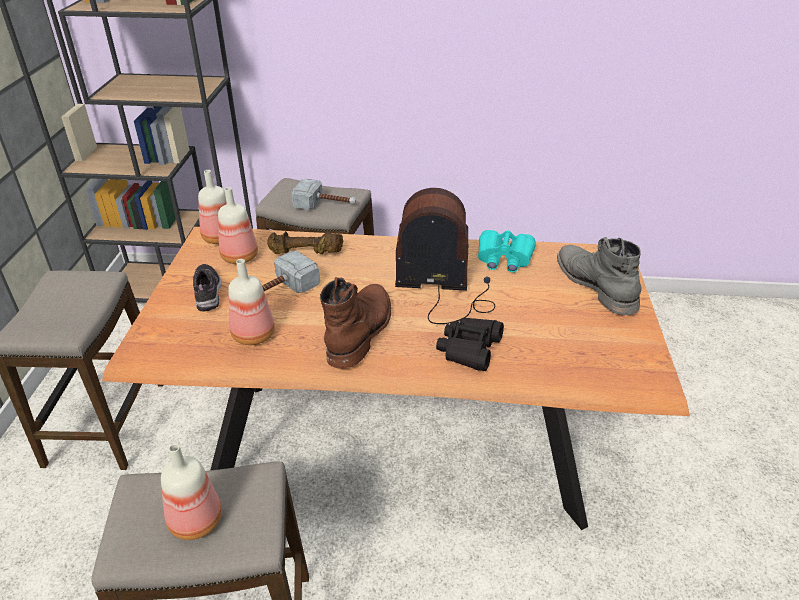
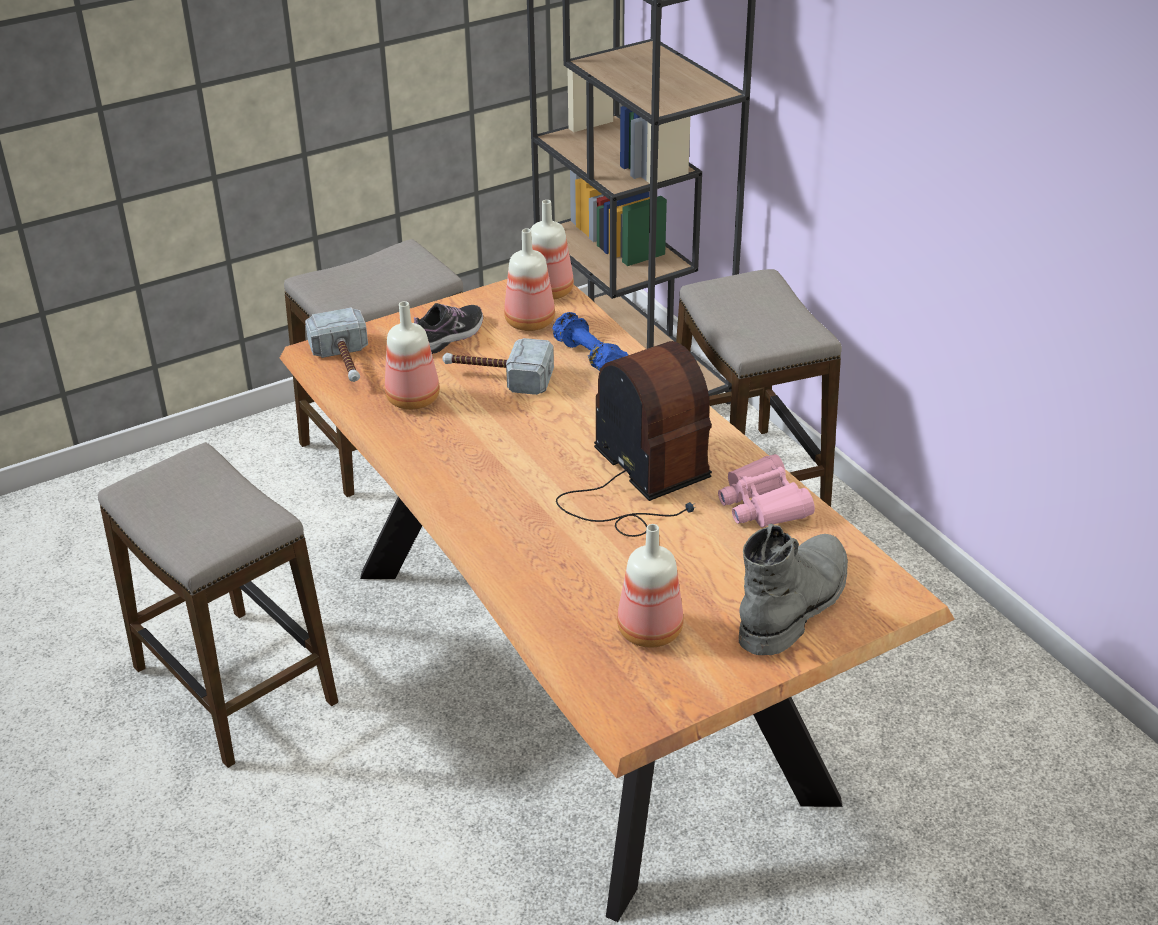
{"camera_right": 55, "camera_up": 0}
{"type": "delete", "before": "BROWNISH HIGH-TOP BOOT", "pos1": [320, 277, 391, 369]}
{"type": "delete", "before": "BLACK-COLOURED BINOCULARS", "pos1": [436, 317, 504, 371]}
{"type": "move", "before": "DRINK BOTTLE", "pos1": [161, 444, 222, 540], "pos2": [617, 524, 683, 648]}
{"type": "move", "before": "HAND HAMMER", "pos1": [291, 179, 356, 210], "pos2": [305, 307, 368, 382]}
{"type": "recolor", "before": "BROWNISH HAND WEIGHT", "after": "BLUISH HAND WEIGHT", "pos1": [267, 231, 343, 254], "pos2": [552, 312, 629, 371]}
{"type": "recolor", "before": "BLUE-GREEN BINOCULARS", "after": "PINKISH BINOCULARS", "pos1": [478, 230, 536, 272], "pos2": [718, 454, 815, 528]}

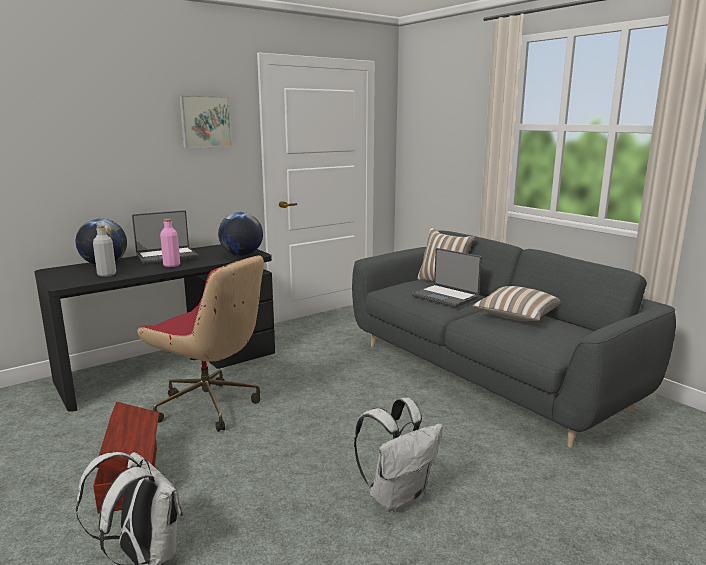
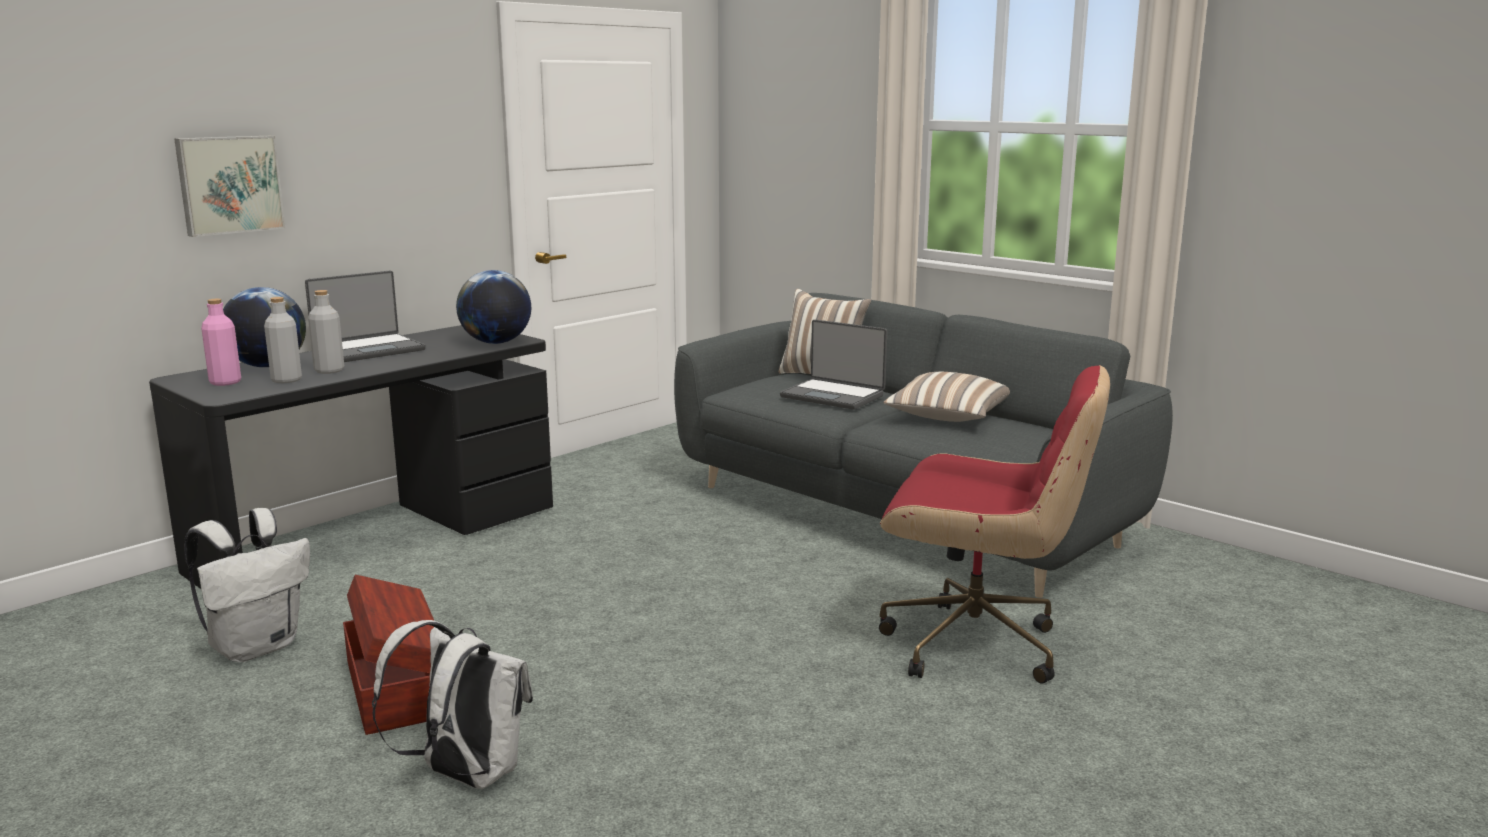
{"camera_right": -10, "camera_up": 0}
{"type": "insert", "after": "GREYISH DRINK BOTTLE", "pos2": [308, 290, 344, 374]}
{"type": "move", "before": "RED-COLOURED COMPUTER CHAIR", "pos1": [137, 255, 264, 432], "pos2": [879, 365, 1110, 684]}
{"type": "move", "before": "PINKISH DRINK BOTTLE", "pos1": [160, 219, 180, 267], "pos2": [201, 299, 241, 386]}
{"type": "move", "before": "PICTURE", "pos1": [179, 95, 232, 148], "pos2": [174, 136, 286, 237]}
{"type": "move", "before": "WHITE BACKPACK", "pos1": [354, 398, 443, 513], "pos2": [184, 508, 310, 662]}

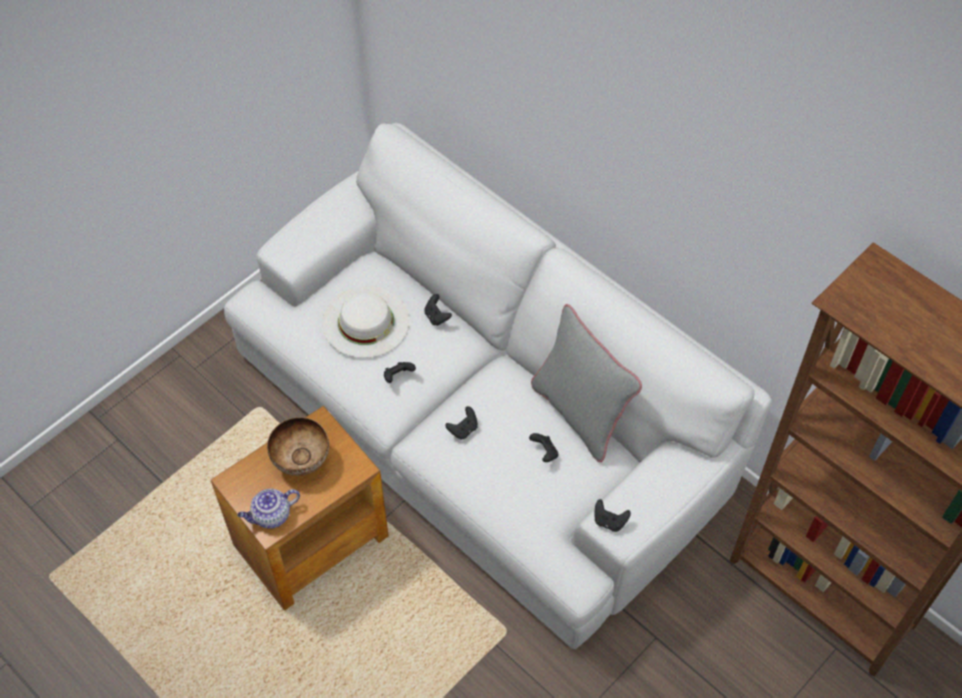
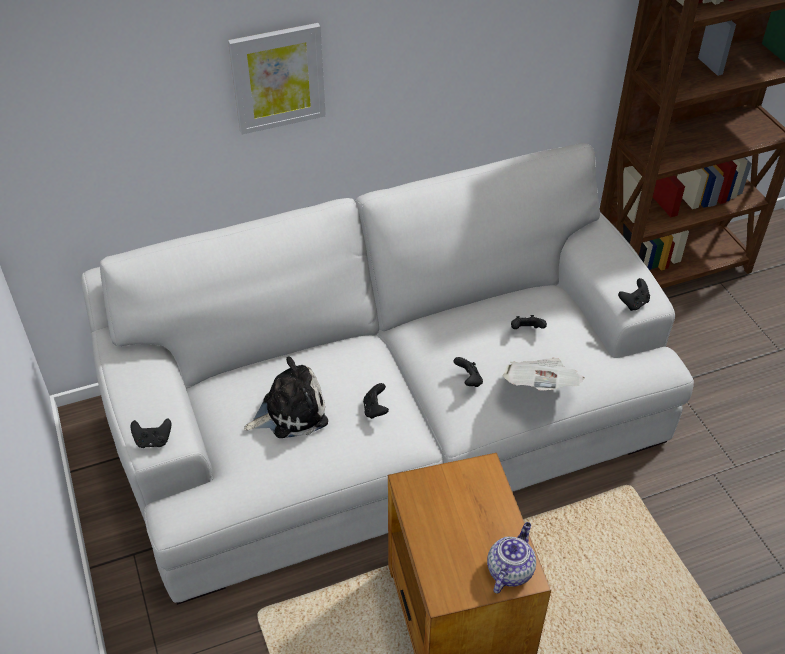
{"camera_right": -65, "camera_up": -10}
{"type": "delete", "before": "DEEP DISH", "pos1": [267, 417, 329, 476]}
{"type": "delete", "before": "GREYISH CUSHION", "pos1": [531, 304, 642, 462]}
{"type": "insert", "after": "PICTURE", "pos2": [228, 23, 326, 134]}
{"type": "insert", "after": "PRINTED PAPER", "pos2": [503, 358, 585, 390]}
{"type": "move", "before": "BLACK-COLOURED JOYPAD", "pos1": [424, 294, 452, 326], "pos2": [130, 418, 171, 448]}
{"type": "replace", "before": "WHITE WEARABLE HAT", "after": "PLUSH TOY", "pos1": [322, 286, 410, 358], "pos2": [244, 356, 328, 438]}
{"type": "rotate", "before": "TEA POT", "pos1": [237, 489, 300, 529], "pos2": [487, 522, 536, 593], "turn": -150}

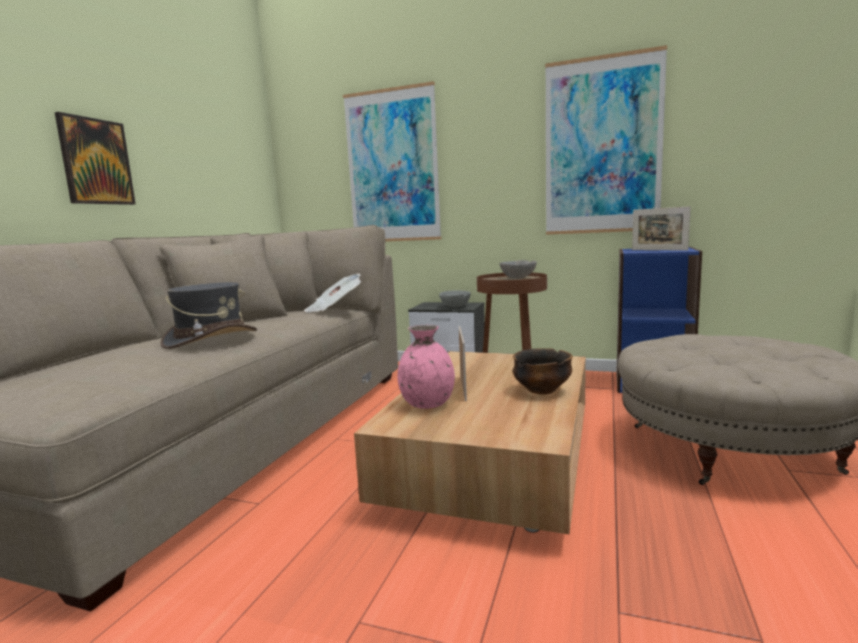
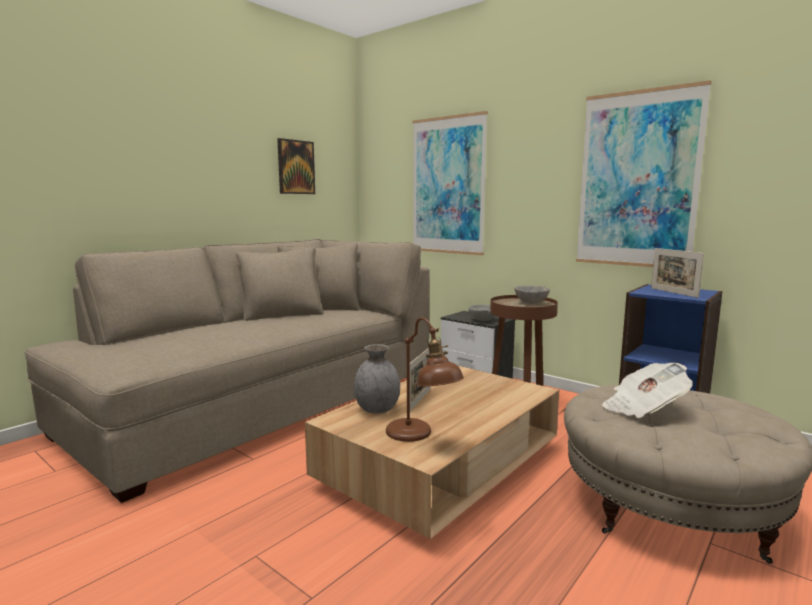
{"camera_right": 20, "camera_up": 0}
{"type": "delete", "before": "GREYISH WEARABLE HAT", "pos1": [160, 282, 257, 349]}
{"type": "delete", "before": "DEEP DISH", "pos1": [512, 348, 573, 395]}
{"type": "insert", "after": "BROWNISH TABLETOP LAMP", "pos2": [386, 317, 464, 442]}
{"type": "move", "before": "PICTURE", "pos1": [55, 112, 136, 205], "pos2": [277, 138, 315, 194]}
{"type": "move", "before": "PRINTED PAPER", "pos1": [304, 274, 361, 312], "pos2": [602, 363, 693, 418]}
{"type": "recolor", "before": "PINKISH FLOWER VASE", "after": "GREYISH FLOWER VASE", "pos1": [398, 325, 455, 409], "pos2": [354, 344, 400, 413]}

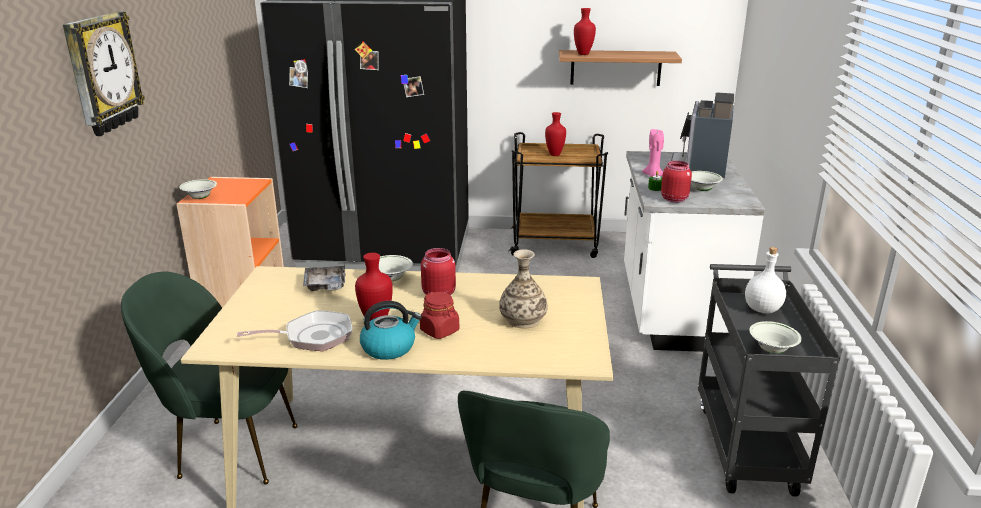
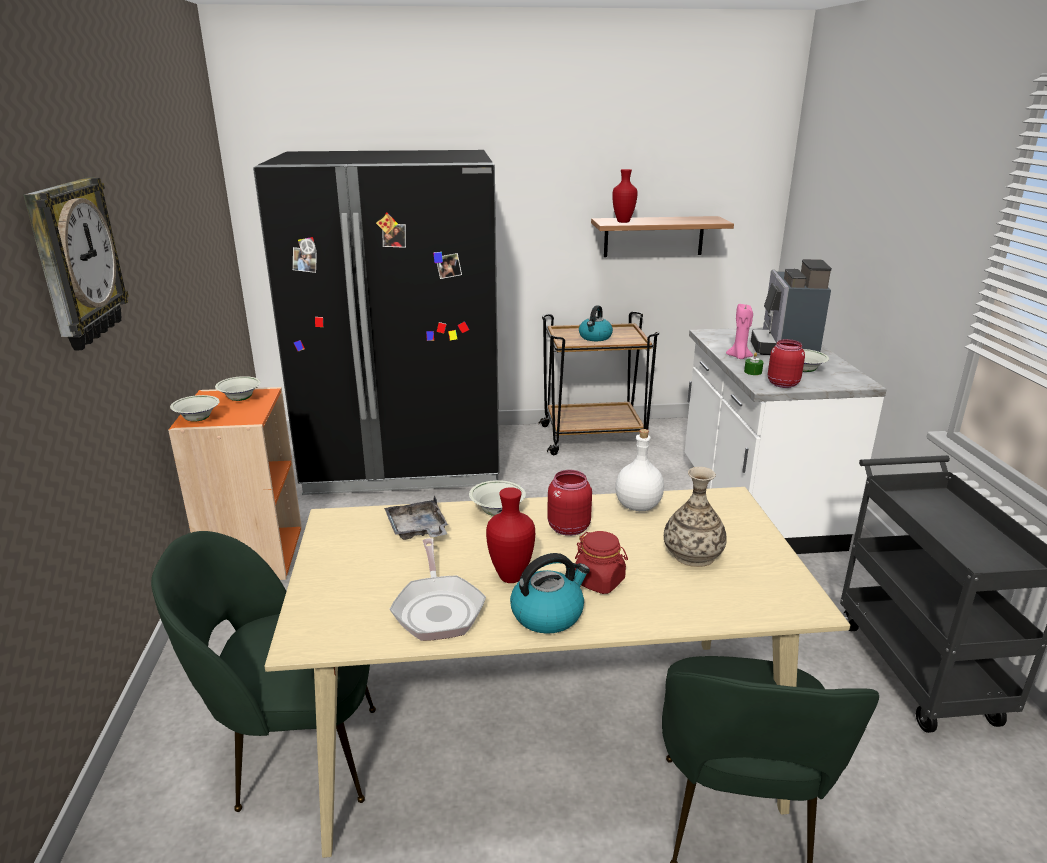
{"camera_right": -10, "camera_up": 0}
{"type": "move", "before": "WHITE DRINK BOTTLE", "pos1": [745, 247, 786, 313], "pos2": [615, 429, 664, 511]}
{"type": "move", "before": "WHITE DEEP DISH", "pos1": [749, 321, 802, 354], "pos2": [215, 376, 261, 401]}
{"type": "replace", "before": "RED-COLOURED FLOWER VASE", "after": "KETTLE", "pos1": [545, 112, 566, 156], "pos2": [579, 305, 613, 341]}
{"type": "rotate", "before": "PAN", "pos1": [237, 310, 352, 351], "pos2": [389, 538, 486, 641], "turn": 105}

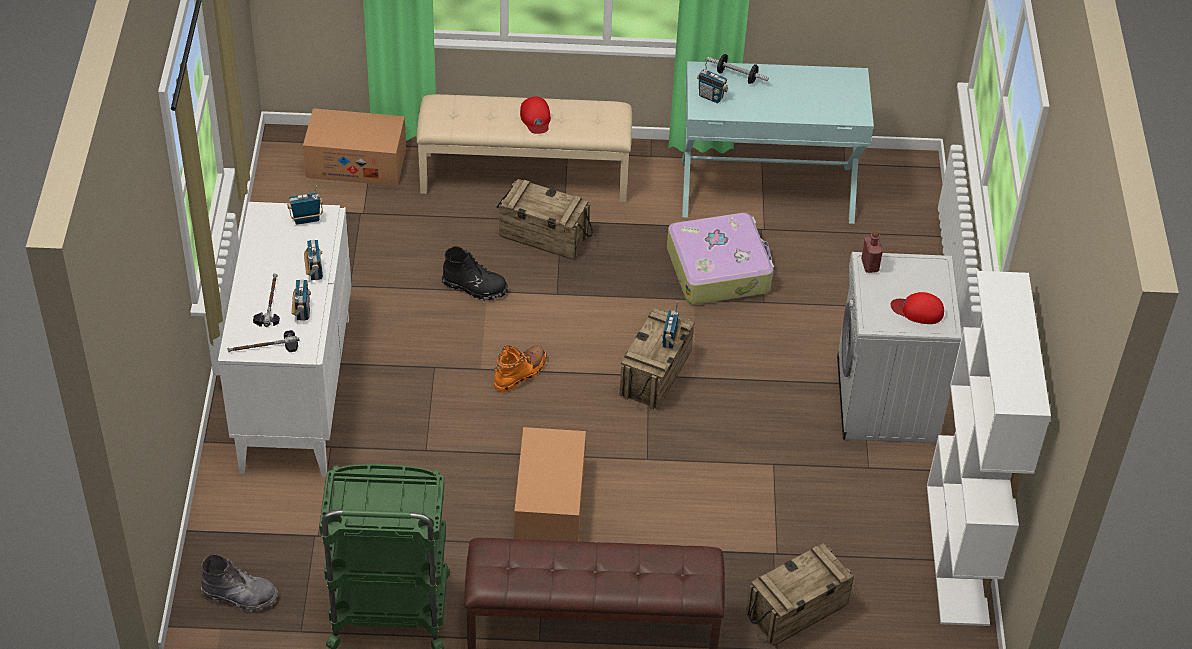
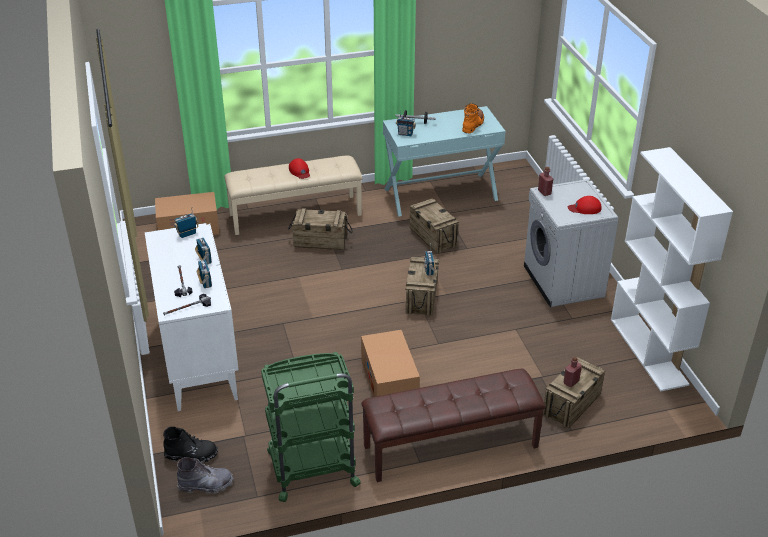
{"camera_right": -15, "camera_up": -10}
{"type": "insert", "after": "RED-COLOURED DRINK BOTTLE", "pos2": [564, 357, 582, 387]}
{"type": "move", "before": "BLACK-COLOURED HIGH-TOP BOOT", "pos1": [442, 246, 508, 301], "pos2": [163, 426, 218, 463]}
{"type": "move", "before": "ORANGE HIGH-TOP BOOT", "pos1": [494, 345, 547, 392], "pos2": [462, 103, 484, 133]}
{"type": "replace", "before": "SUITCASE", "after": "CRATE", "pos1": [667, 213, 774, 305], "pos2": [410, 198, 459, 253]}

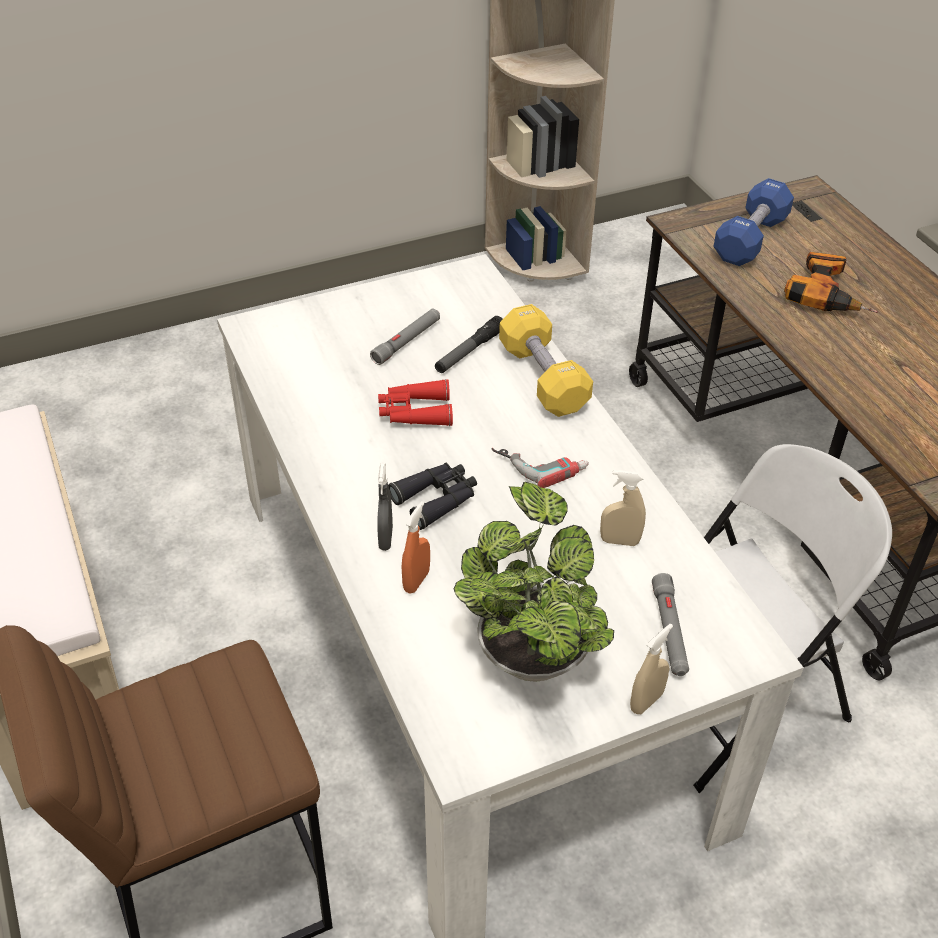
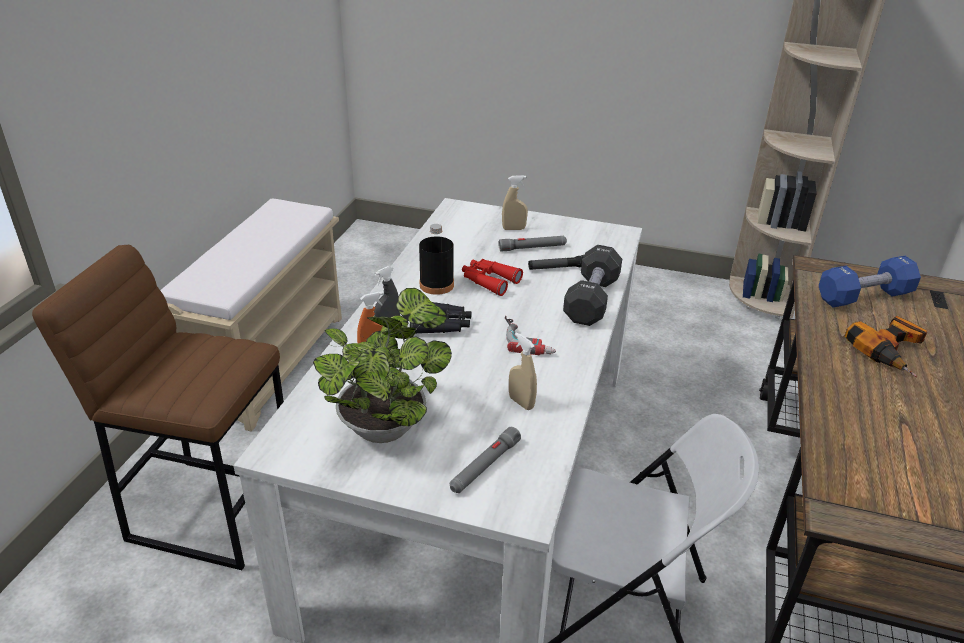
{"camera_right": 40, "camera_up": -10}
{"type": "insert", "after": "BLACK-COLOURED DRINK BOTTLE", "pos2": [419, 224, 454, 295]}
{"type": "move", "before": "SAND-COLOURED SPRAYER", "pos1": [630, 624, 673, 714], "pos2": [502, 175, 528, 230]}
{"type": "recolor", "before": "YELLOW-COLOURED HAND WEIGHT", "after": "BLACK-COLOURED HAND WEIGHT", "pos1": [499, 304, 593, 417], "pos2": [563, 245, 622, 326]}

